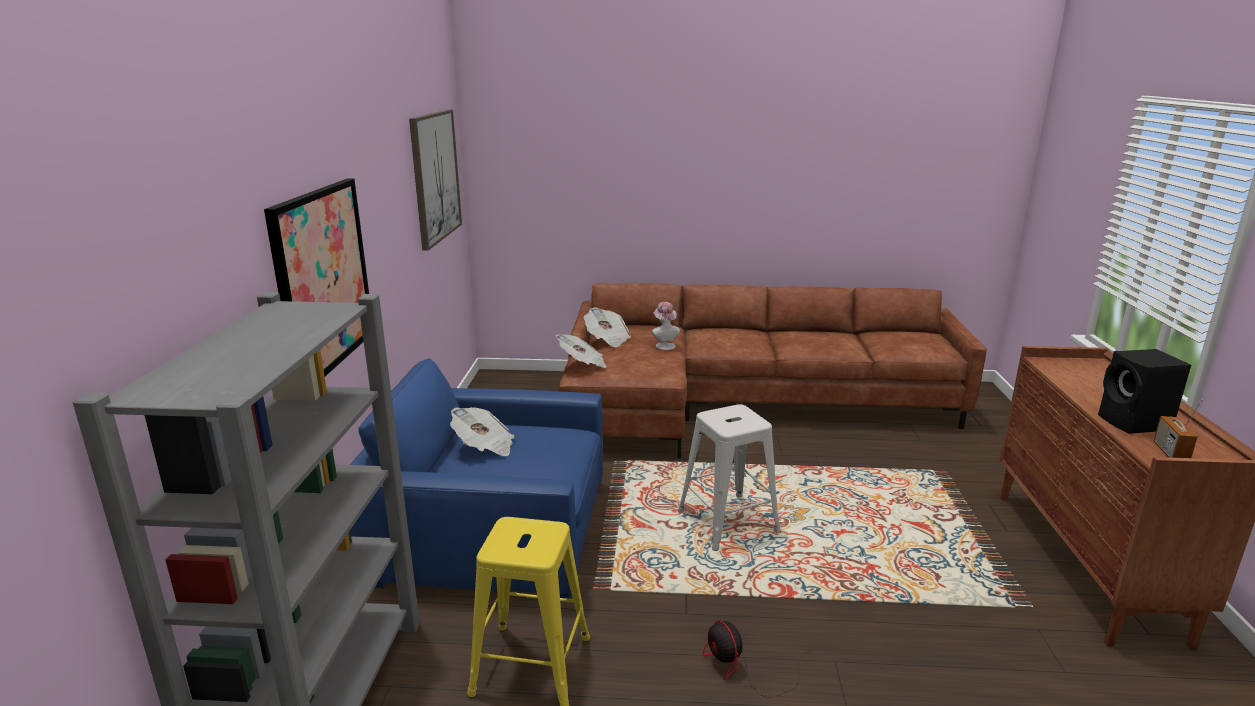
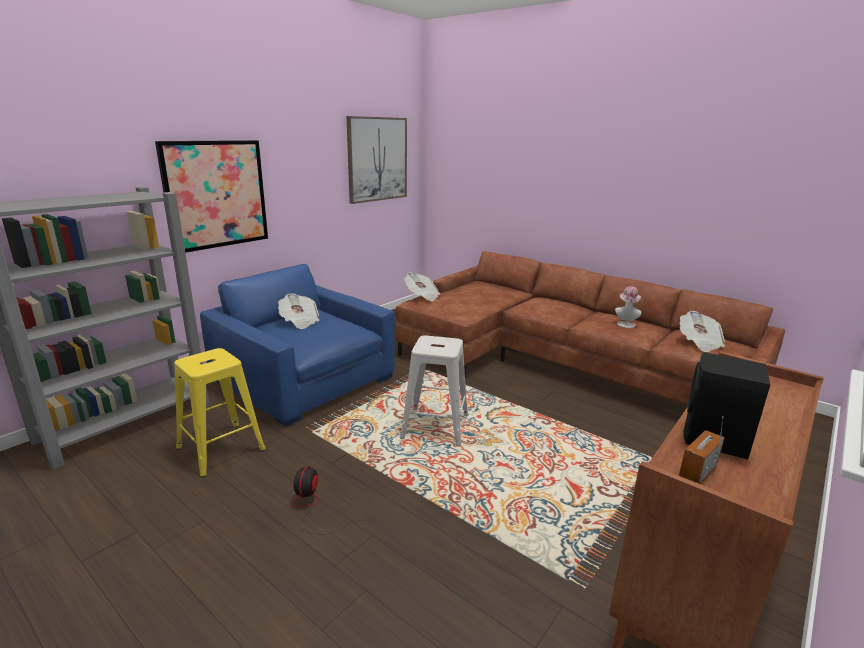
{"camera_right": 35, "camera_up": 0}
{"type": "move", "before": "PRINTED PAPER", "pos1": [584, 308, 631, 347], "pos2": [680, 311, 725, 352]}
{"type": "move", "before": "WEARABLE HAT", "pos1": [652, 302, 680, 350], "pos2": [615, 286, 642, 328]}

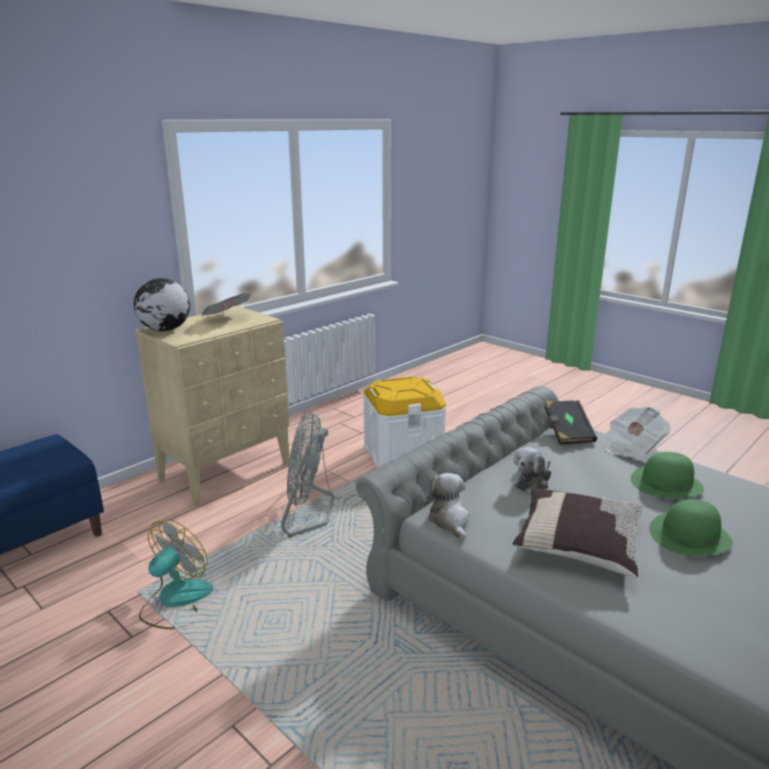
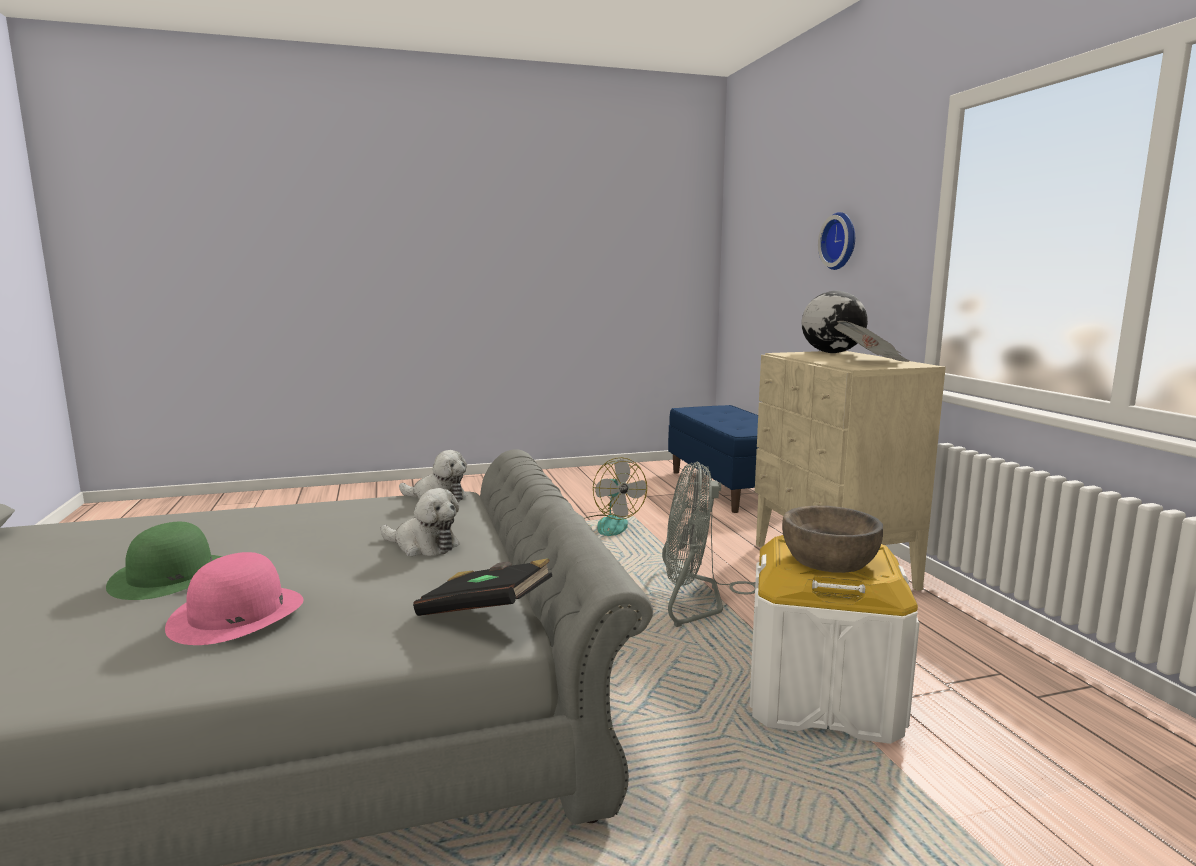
{"camera_right": 120, "camera_up": -10}
{"type": "delete", "before": "CUSHION", "pos1": [513, 487, 643, 578]}
{"type": "delete", "before": "PRINTED PAPER", "pos1": [605, 407, 670, 458]}
{"type": "insert", "after": "BROWNISH DEEP DISH", "pos2": [782, 506, 883, 573]}
{"type": "insert", "after": "CLOCK ON THE WALL", "pos2": [818, 212, 855, 270]}
{"type": "recolor", "before": "GREEN-COLOURED WEARABLE HAT", "after": "PINKISH WEARABLE HAT", "pos1": [631, 452, 704, 498], "pos2": [165, 552, 304, 645]}
{"type": "rotate", "before": "GREYISH COOLING FAN", "pos1": [281, 413, 364, 538], "pos2": [662, 462, 755, 627], "turn": -120}
{"type": "rotate", "before": "PLUSH TOY", "pos1": [513, 447, 551, 493], "pos2": [381, 488, 460, 556], "turn": 135}

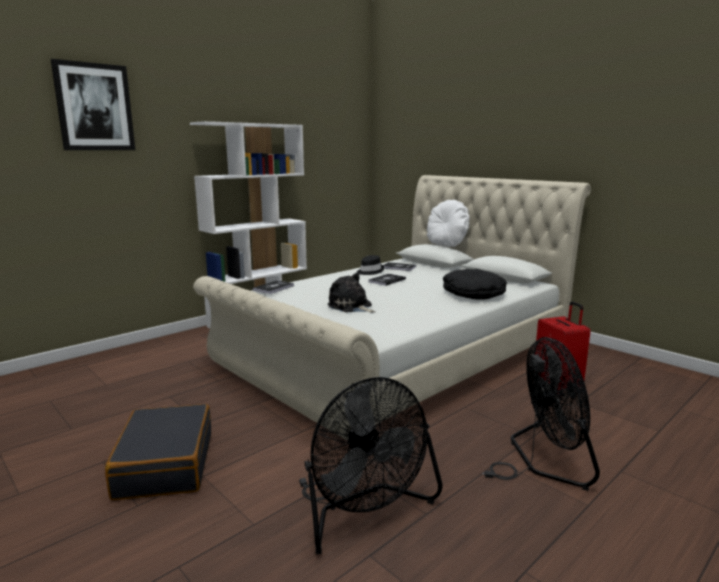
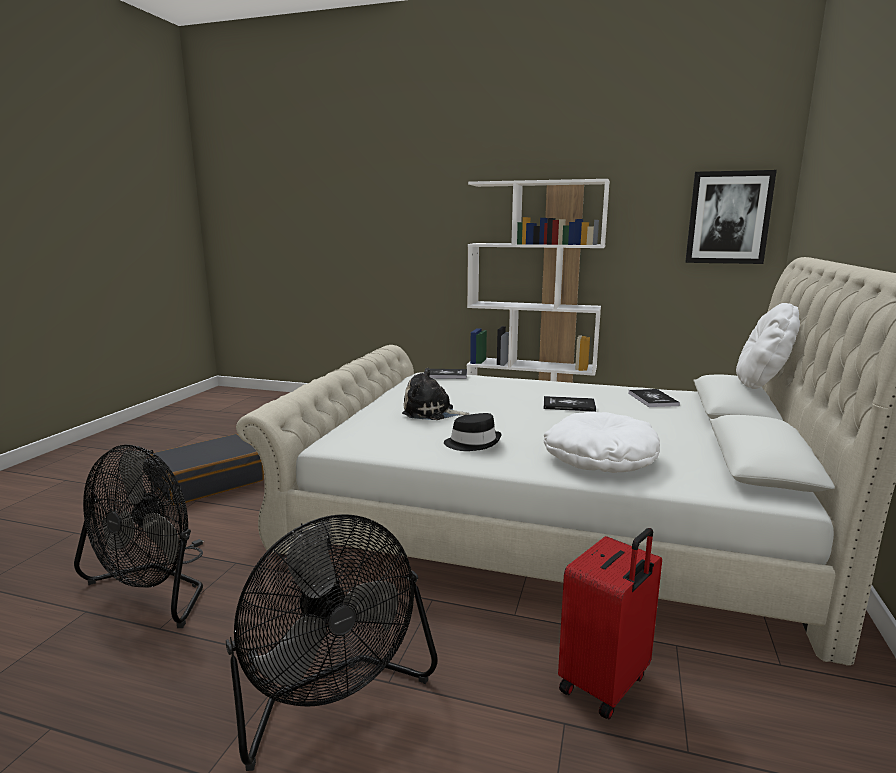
{"camera_right": 60, "camera_up": 0}
{"type": "move", "before": "PICTURE", "pos1": [51, 59, 135, 150], "pos2": [685, 170, 777, 264]}
{"type": "move", "before": "BLACK-COLOURED WEARABLE HAT", "pos1": [356, 255, 384, 275], "pos2": [444, 413, 502, 451]}
{"type": "recolor", "before": "BLACK-COLOURED CUSHION", "after": "WHITE CUSHION", "pos1": [443, 269, 507, 300], "pos2": [544, 412, 660, 473]}
{"type": "rotate", "before": "PLUSH TOY", "pos1": [328, 272, 376, 313], "pos2": [402, 368, 470, 420], "turn": -90}

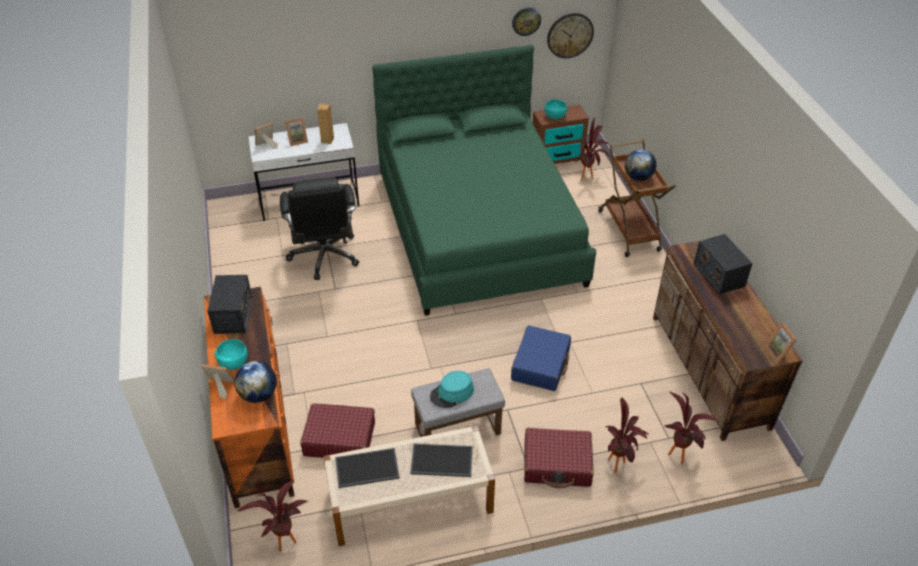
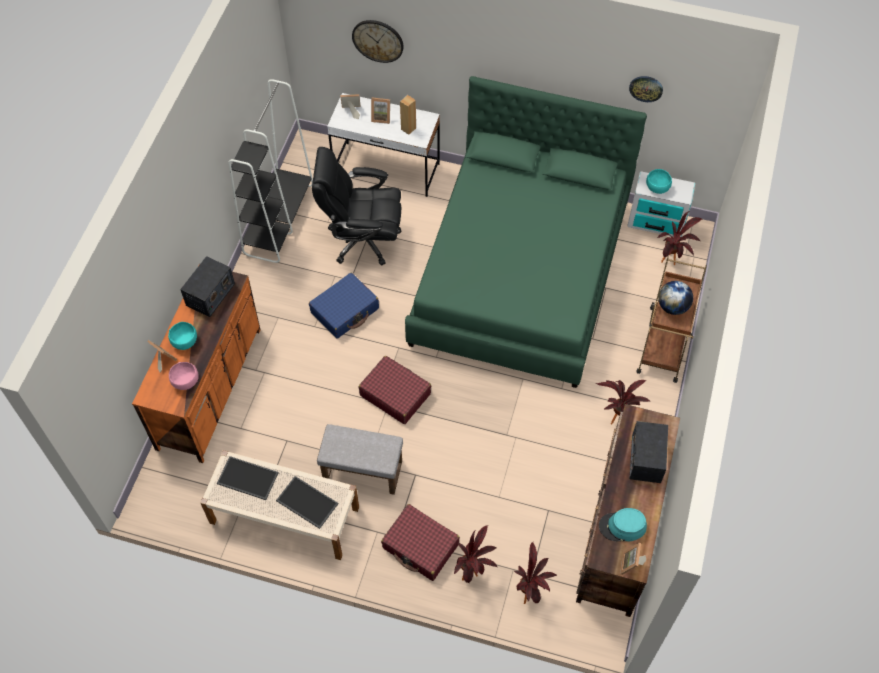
{"camera_right": 30, "camera_up": 15}
{"type": "insert", "after": "BLACK-COLOURED CLOTHES RACK", "pos2": [228, 79, 313, 263]}
{"type": "move", "before": "PLANT IN A POT", "pos1": [237, 480, 308, 552], "pos2": [596, 380, 650, 424]}
{"type": "move", "before": "RED-COLOURED SUITCASE", "pos1": [300, 403, 375, 458], "pos2": [359, 356, 431, 424]}
{"type": "move", "before": "BLUE-GREEN WEARABLE HAT", "pos1": [430, 371, 474, 408], "pos2": [599, 508, 647, 542]}
{"type": "move", "before": "BLUISH SUITCASE", "pos1": [511, 325, 571, 391], "pos2": [309, 273, 379, 338]}
{"type": "move", "before": "CLOCK ON THE WALL", "pos1": [547, 13, 594, 58], "pos2": [352, 20, 404, 63]}
{"type": "replace", "before": "DESK GLOBE", "after": "PINKISH DEEP DISH", "pos1": [234, 361, 277, 403], "pos2": [169, 362, 199, 390]}
{"type": "recolor", "before": "BROWNISH NIGHTSTAND", "after": "WHITE NIGHTSTAND", "pos1": [533, 105, 589, 164], "pos2": [627, 171, 696, 237]}
{"type": "rotate", "before": "BLACK-COLOURED COMPUTER CHAIR", "pos1": [280, 178, 359, 280], "pos2": [312, 147, 401, 266], "turn": 75}

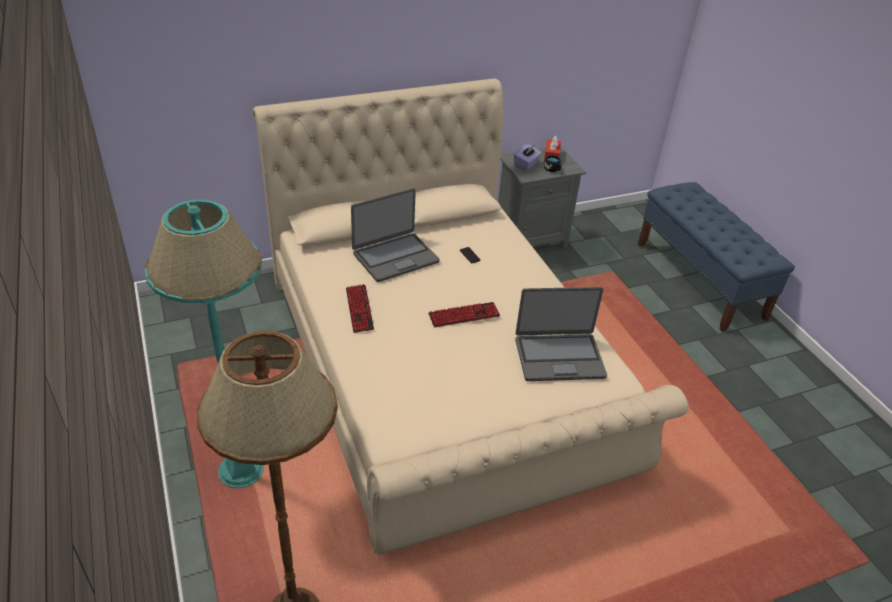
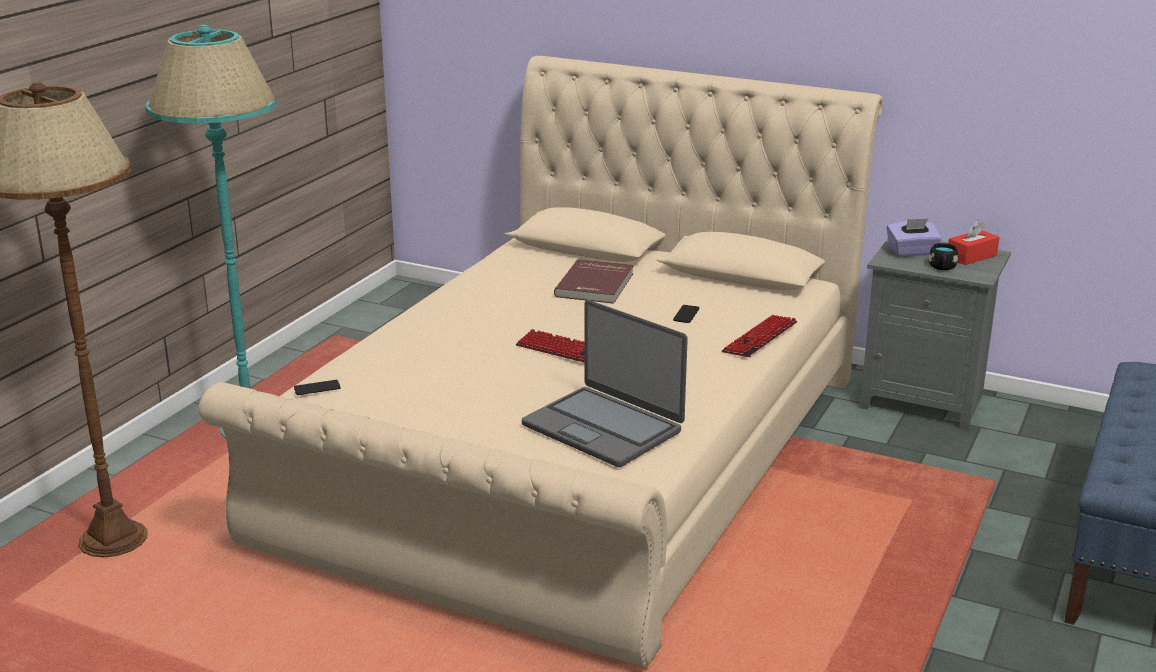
{"camera_right": 50, "camera_up": -15}
{"type": "insert", "after": "PHONE", "pos2": [294, 380, 340, 395]}
{"type": "move", "before": "COMPUTER KEYBOARD", "pos1": [346, 284, 374, 333], "pos2": [722, 315, 797, 357]}
{"type": "replace", "before": "LAPTOP", "after": "RED-COLOURED VOLUME", "pos1": [351, 188, 440, 282], "pos2": [554, 259, 634, 304]}

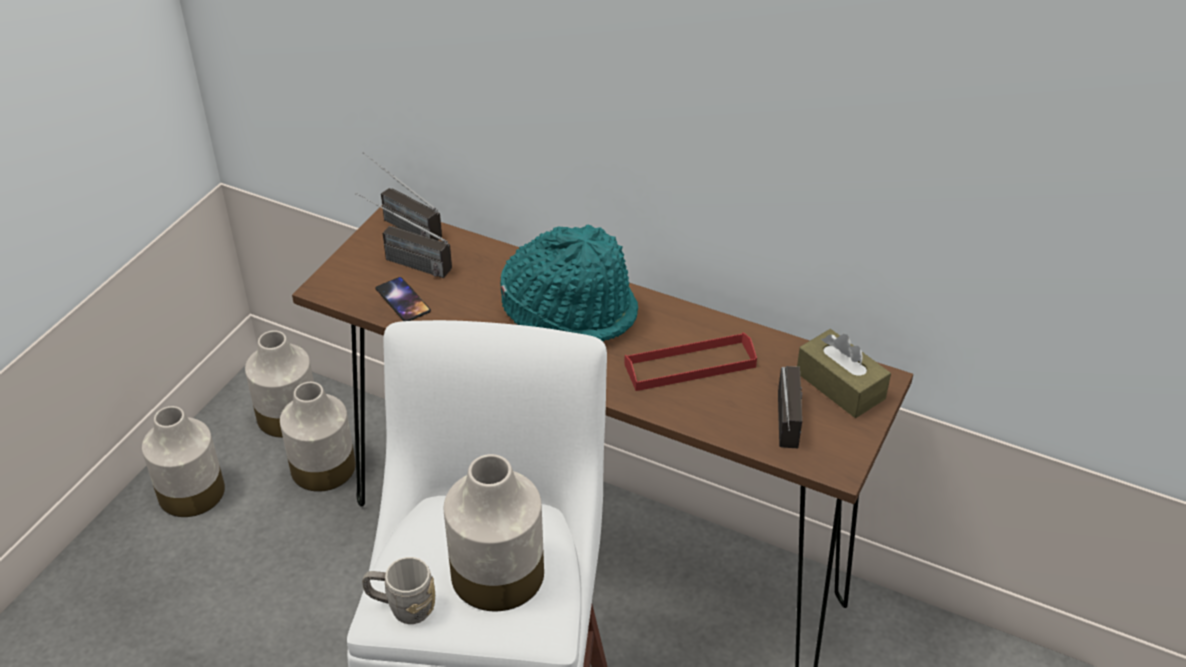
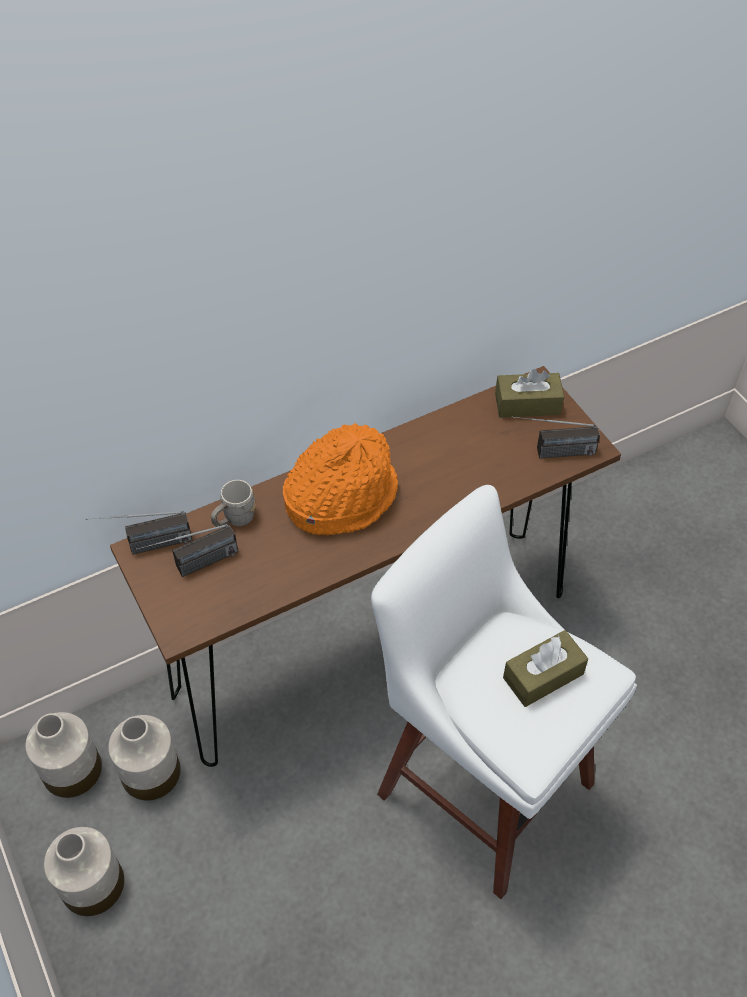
{"camera_right": -55, "camera_up": 10}
{"type": "delete", "before": "PHONE", "pos1": [376, 277, 431, 321]}
{"type": "delete", "before": "RED-COLOURED TRAY", "pos1": [624, 332, 757, 391]}
{"type": "move", "before": "GREYISH TEA MUG", "pos1": [362, 557, 435, 624], "pos2": [211, 480, 255, 527]}
{"type": "replace", "before": "SAND-COLOURED FLOWER VASE", "after": "BROWNISH BOX OF TISSUES", "pos1": [444, 454, 544, 611], "pos2": [503, 630, 588, 707]}
{"type": "recolor", "before": "BLUE-GREEN WEARABLE HAT", "after": "ORANGE WEARABLE HAT", "pos1": [500, 225, 638, 341], "pos2": [283, 423, 398, 536]}
{"type": "rotate", "before": "RADIO RECEIVER", "pos1": [778, 366, 802, 448], "pos2": [511, 416, 600, 459], "turn": 135}

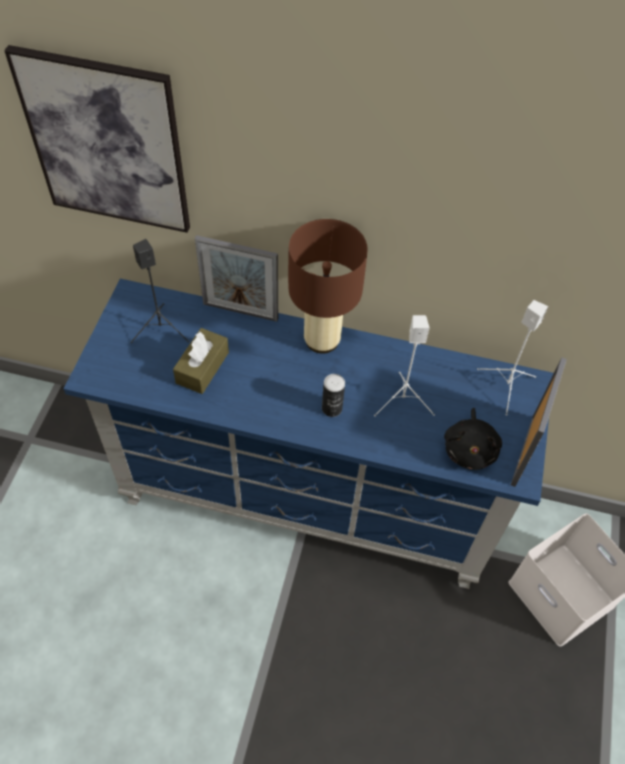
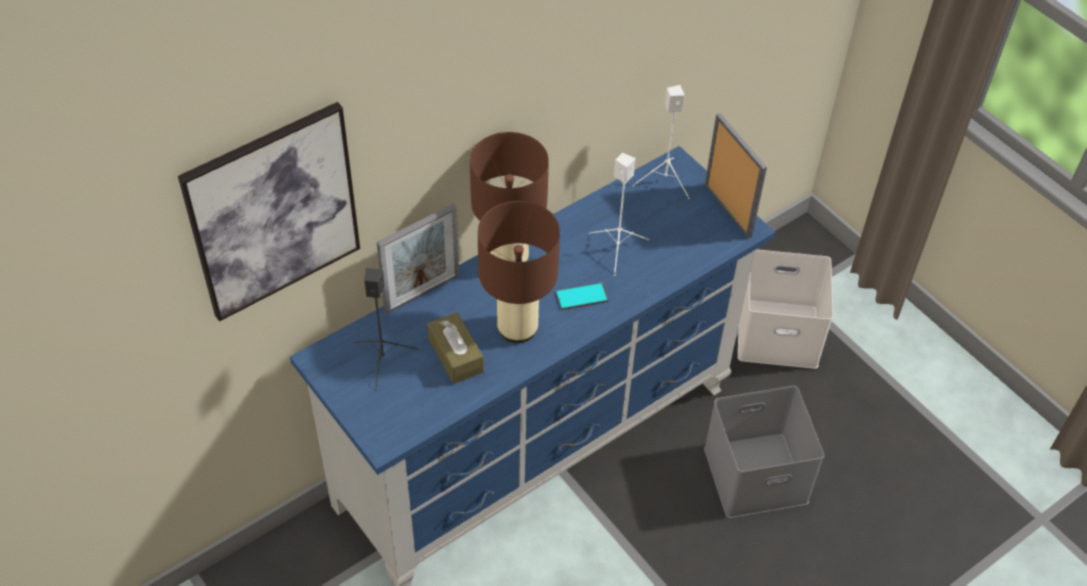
{"camera_right": -50, "camera_up": -5}
{"type": "delete", "before": "BLACK-COLOURED PLUSH TOY", "pos1": [444, 408, 502, 470]}
{"type": "insert", "after": "BROWNISH TABLETOP LAMP", "pos2": [478, 200, 560, 343]}
{"type": "insert", "after": "GREYISH STORAGE BOX", "pos2": [704, 386, 824, 518]}
{"type": "replace", "before": "METAL CAN", "after": "PHONE", "pos1": [322, 374, 345, 417], "pos2": [556, 283, 609, 310]}

